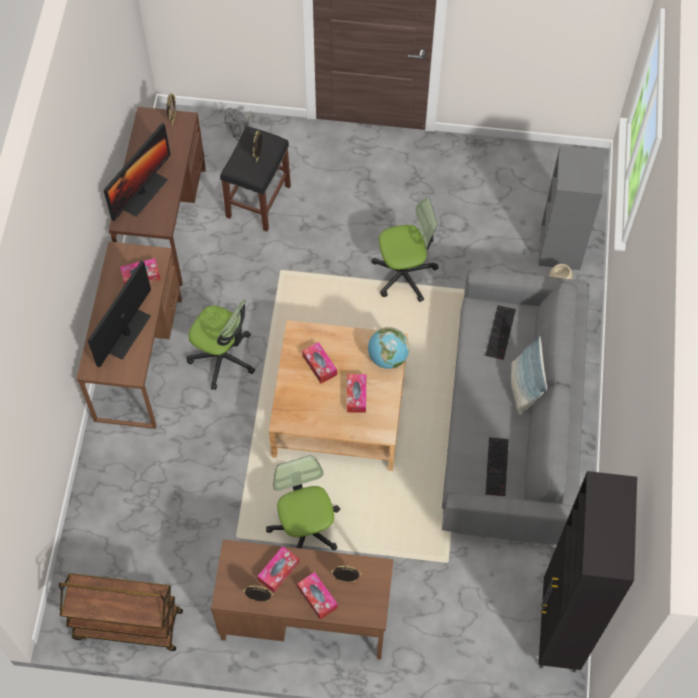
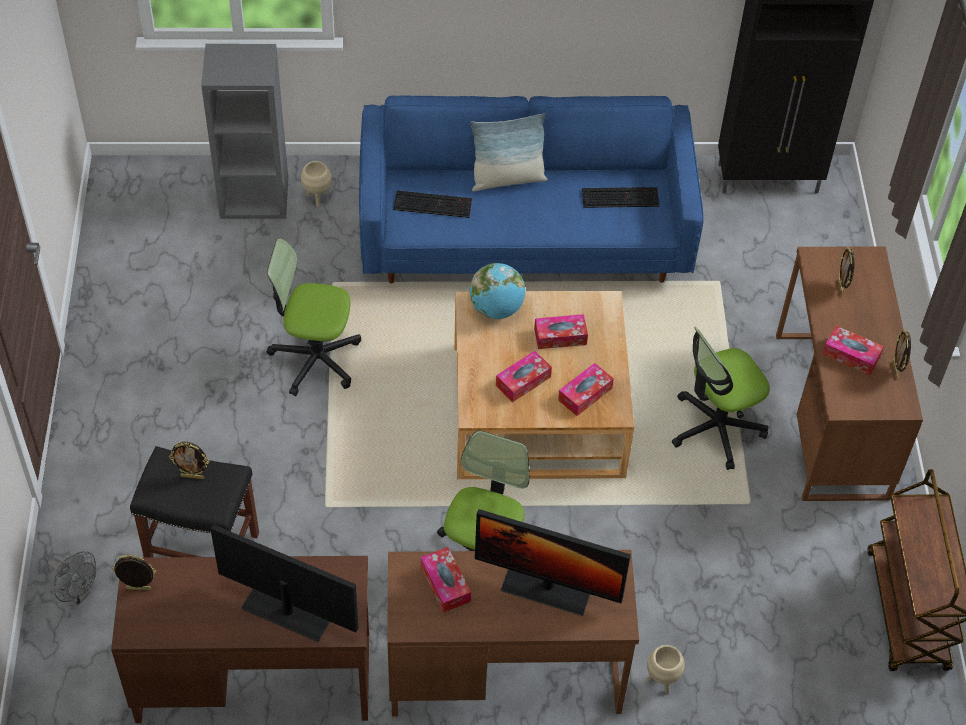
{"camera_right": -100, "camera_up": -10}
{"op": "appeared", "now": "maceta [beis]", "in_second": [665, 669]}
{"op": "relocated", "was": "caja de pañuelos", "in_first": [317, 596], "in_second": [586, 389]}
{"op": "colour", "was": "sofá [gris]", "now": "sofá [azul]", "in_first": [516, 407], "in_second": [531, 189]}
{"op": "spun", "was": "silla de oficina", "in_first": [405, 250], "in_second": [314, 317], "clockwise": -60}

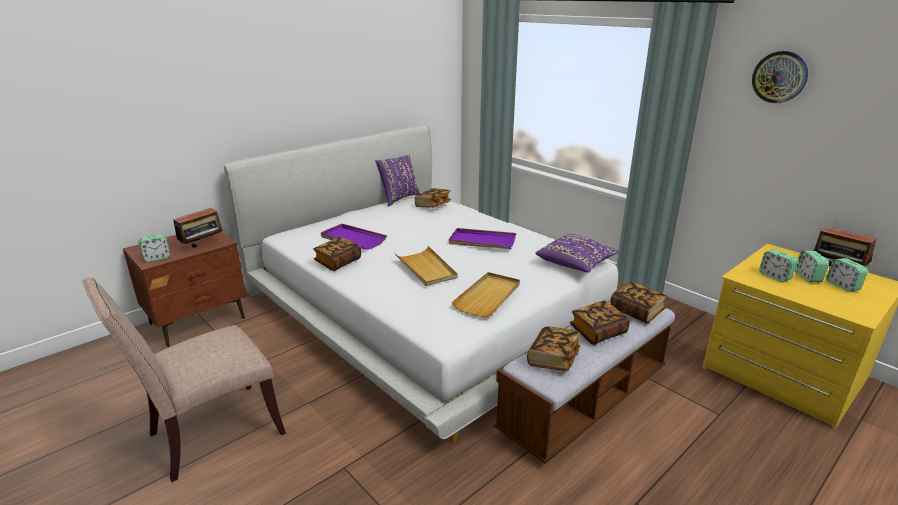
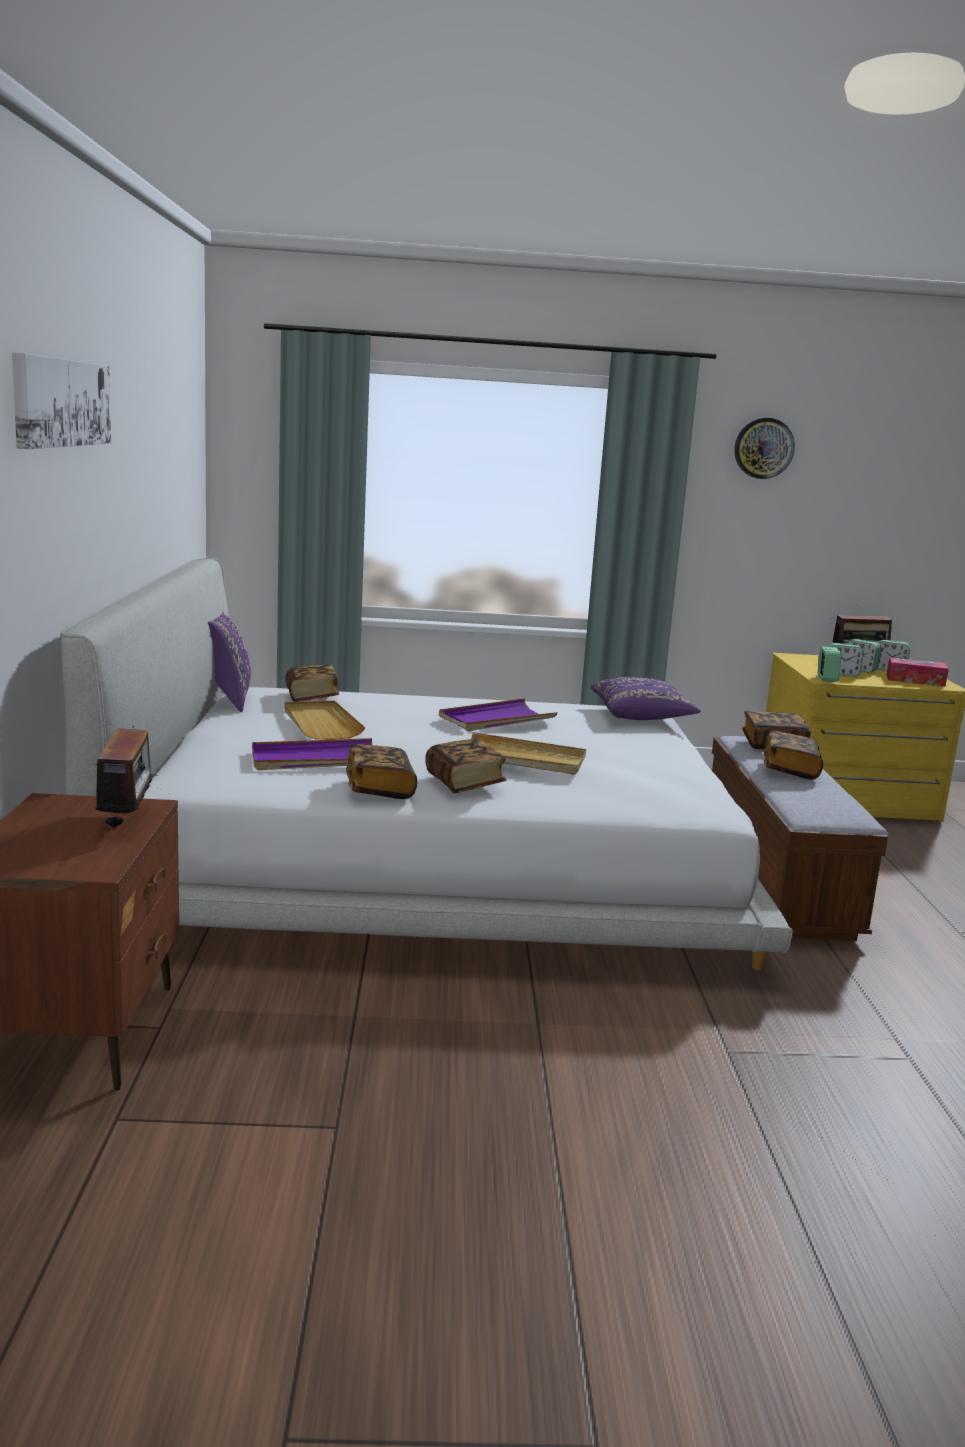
{"camera_right": -50, "camera_up": -10}
{"op": "missing", "was": "silla [beis]", "in_first": [184, 380]}
{"op": "appeared", "now": "cuadro", "in_second": [61, 401]}
{"op": "appeared", "now": "caja de pañuelos", "in_second": [917, 672]}
{"op": "relocated", "was": "despertador", "in_first": [155, 248], "in_second": [829, 664]}
{"op": "relocated", "was": "bandeja [beis]", "in_first": [486, 294], "in_second": [324, 720]}
{"op": "relocated", "was": "libro", "in_first": [553, 348], "in_second": [465, 766]}

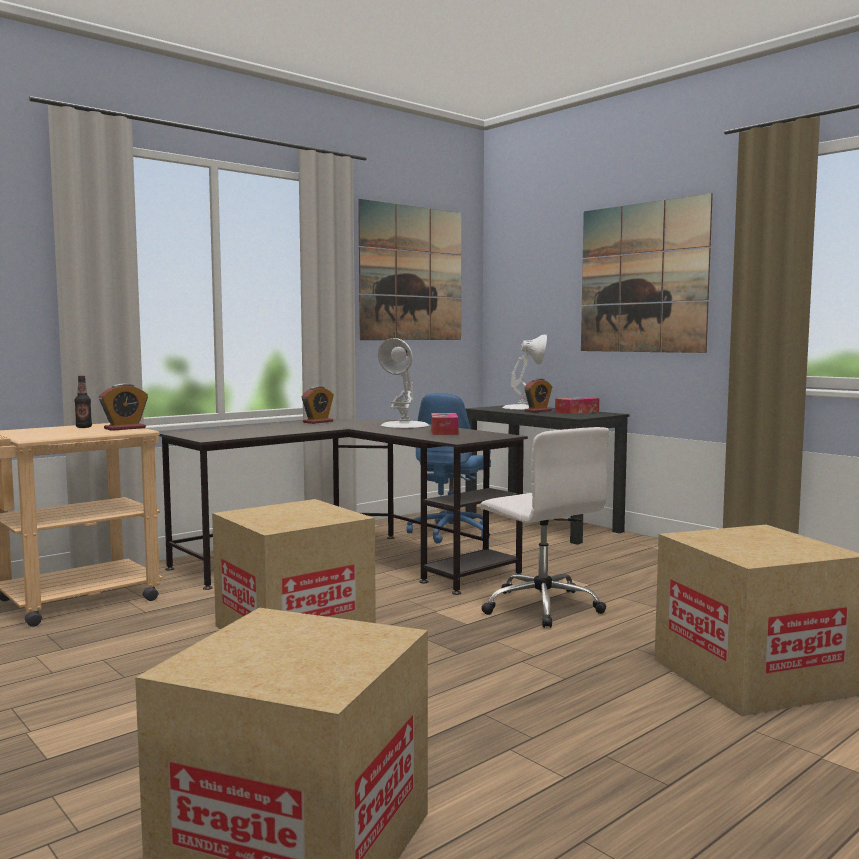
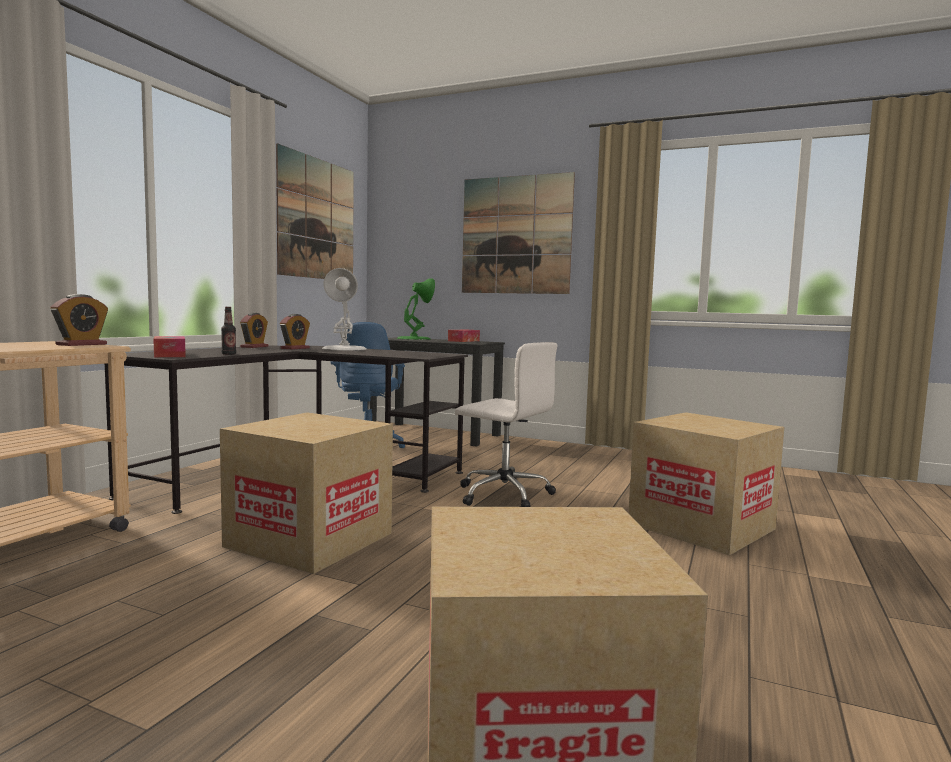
{"camera_right": -25, "camera_up": 0}
{"op": "relocated", "was": "botella", "in_first": [83, 402], "in_second": [228, 331]}
{"op": "relocated", "was": "caja de pañuelos", "in_first": [445, 424], "in_second": [169, 346]}
{"op": "relocated", "was": "despertador", "in_first": [538, 395], "in_second": [295, 331]}
{"op": "colour", "was": "lámpara de mesa [blanco]", "now": "lámpara de mesa [verde]", "in_first": [524, 372], "in_second": [416, 309]}

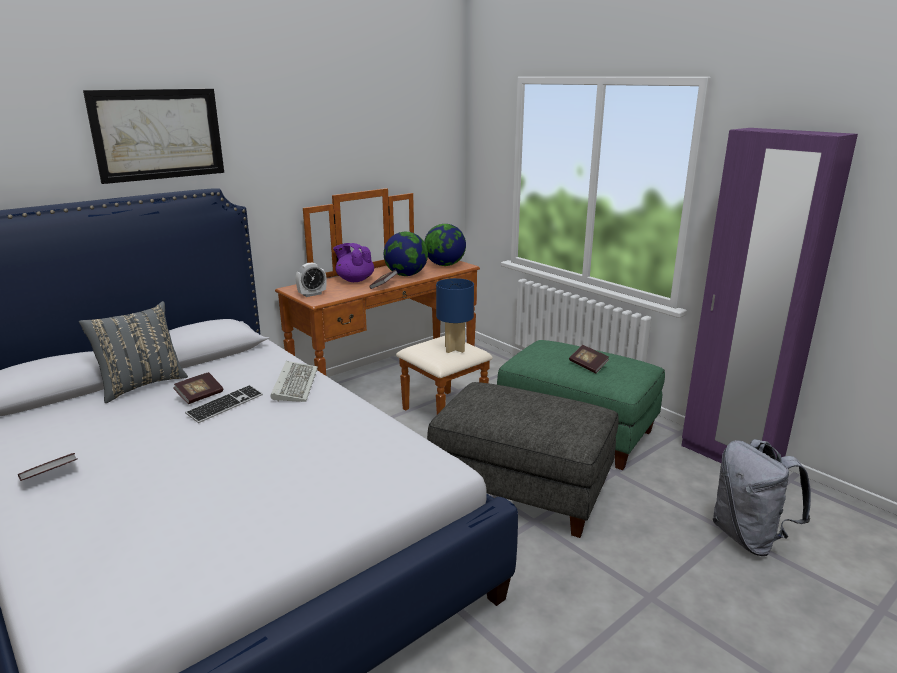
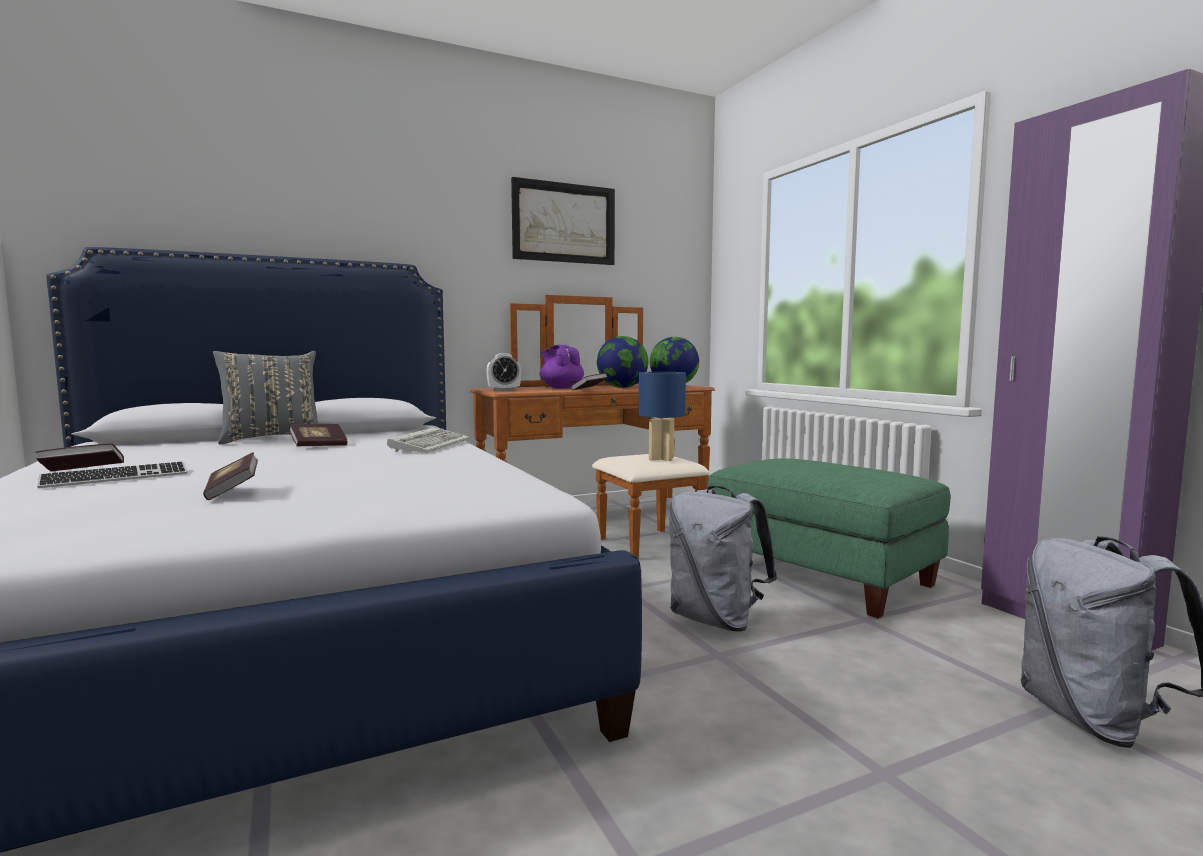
{"camera_right": 15, "camera_up": -15}
{"op": "relocated", "was": "cuadro", "in_first": [153, 136], "in_second": [563, 221]}
{"op": "relocated", "was": "teclado", "in_first": [224, 404], "in_second": [112, 475]}
{"op": "relocated", "was": "libro", "in_first": [589, 359], "in_second": [230, 476]}
{"op": "exchanged", "was": "puf [gris]", "now": "mochila [gris]", "in_first": [523, 460], "in_second": [723, 558]}

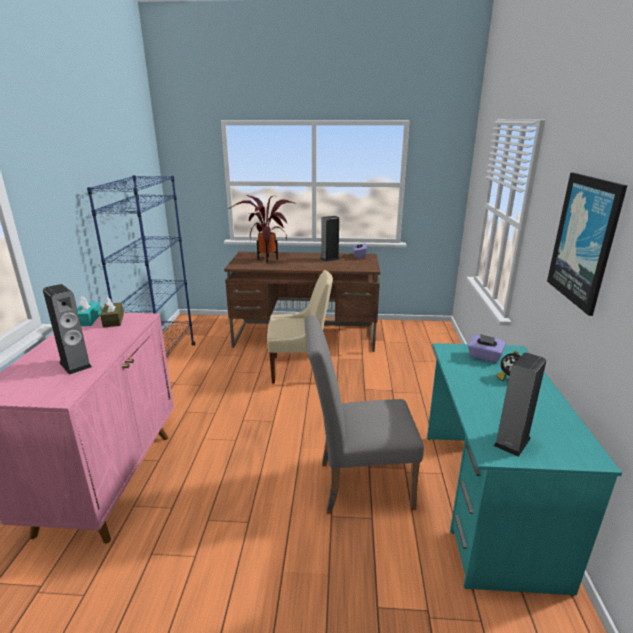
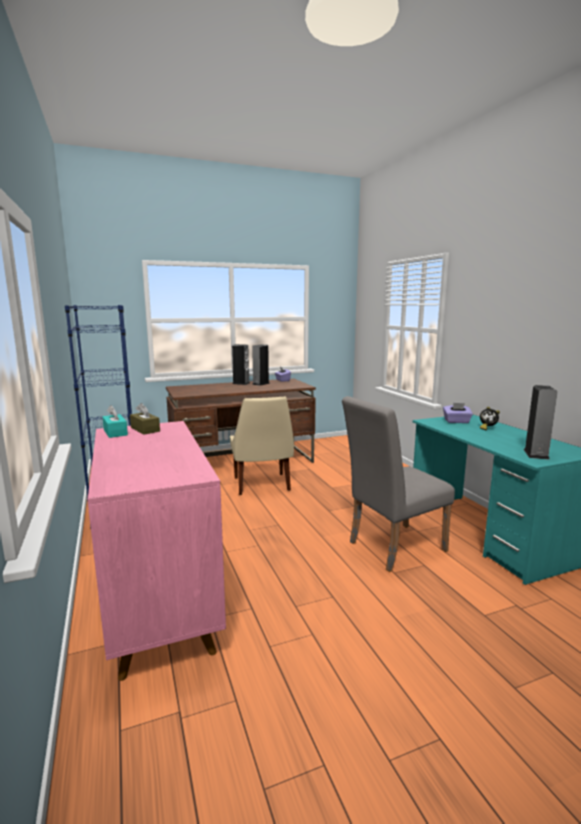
{"camera_right": -25, "camera_up": -10}
{"op": "missing", "was": "planta en maceta", "in_first": [262, 228]}
{"op": "missing", "was": "cuadro", "in_first": [587, 244]}
{"op": "relocated", "was": "altavoz", "in_first": [67, 329], "in_second": [241, 364]}
{"op": "spun", "was": "silla [beis]", "in_first": [300, 327], "in_second": [262, 446], "clockwise": 105}

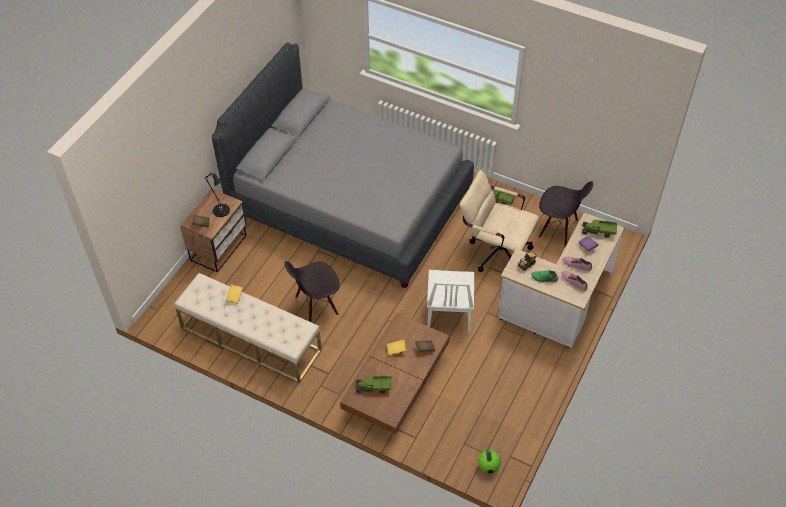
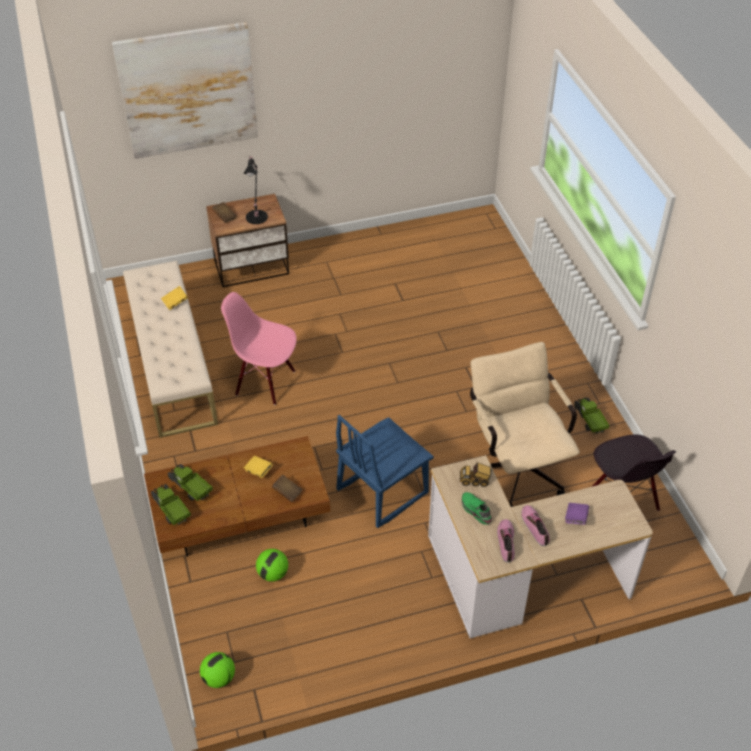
{"camera_right": 45, "camera_up": -5}
{"op": "missing", "was": "cama [gris]", "in_first": [343, 165]}
{"op": "appeared", "now": "cuadro", "in_second": [185, 90]}
{"op": "appeared", "now": "balón de fútbol", "in_second": [272, 565]}
{"op": "relocated", "was": "camión de juguete", "in_first": [599, 229], "in_second": [171, 505]}
{"op": "colour", "was": "silla [negro]", "now": "silla [rosa]", "in_first": [312, 291], "in_second": [259, 348]}
{"op": "colour", "was": "silla [blanco]", "now": "silla [azul]", "in_first": [450, 302], "in_second": [385, 471]}

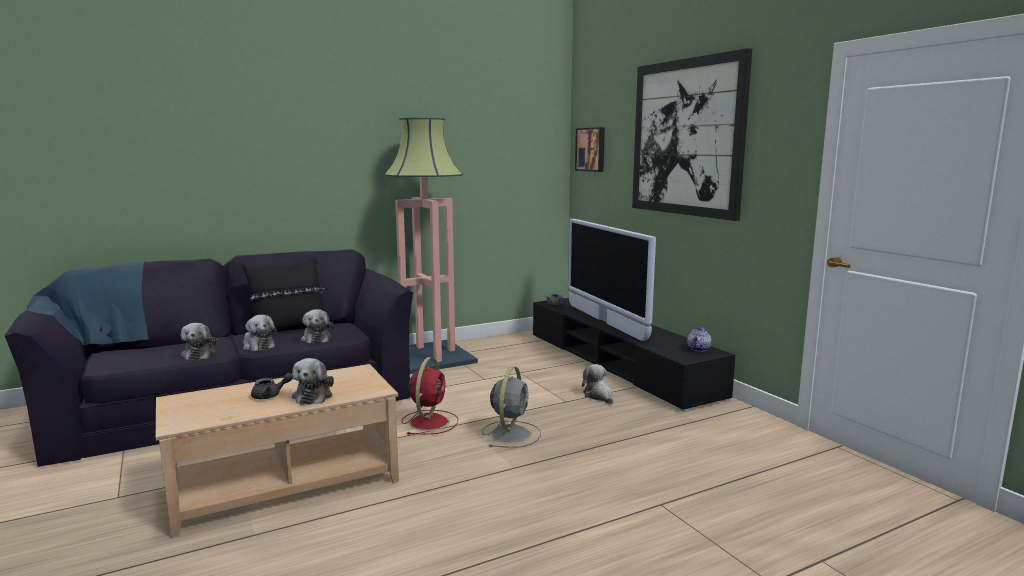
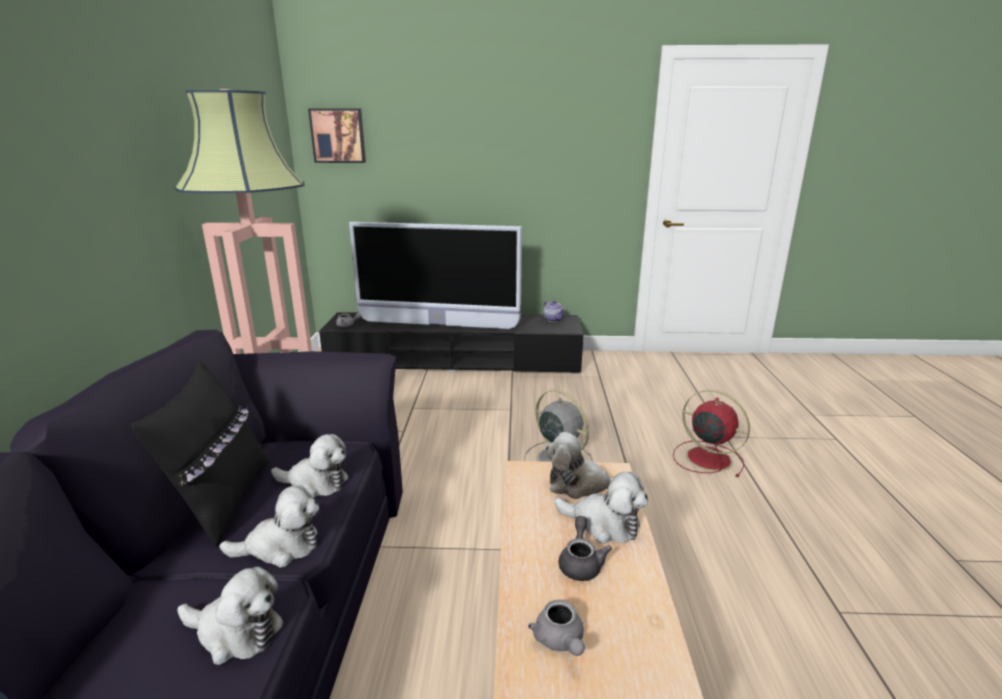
{"camera_right": -60, "camera_up": 10}
{"op": "missing", "was": "cuadro", "in_first": [692, 134]}
{"op": "appeared", "now": "tetera [gris]", "in_second": [556, 628]}
{"op": "relocated", "was": "ventilador [rojo]", "in_first": [430, 396], "in_second": [711, 433]}
{"op": "relocated", "was": "peluche", "in_first": [597, 384], "in_second": [579, 465]}

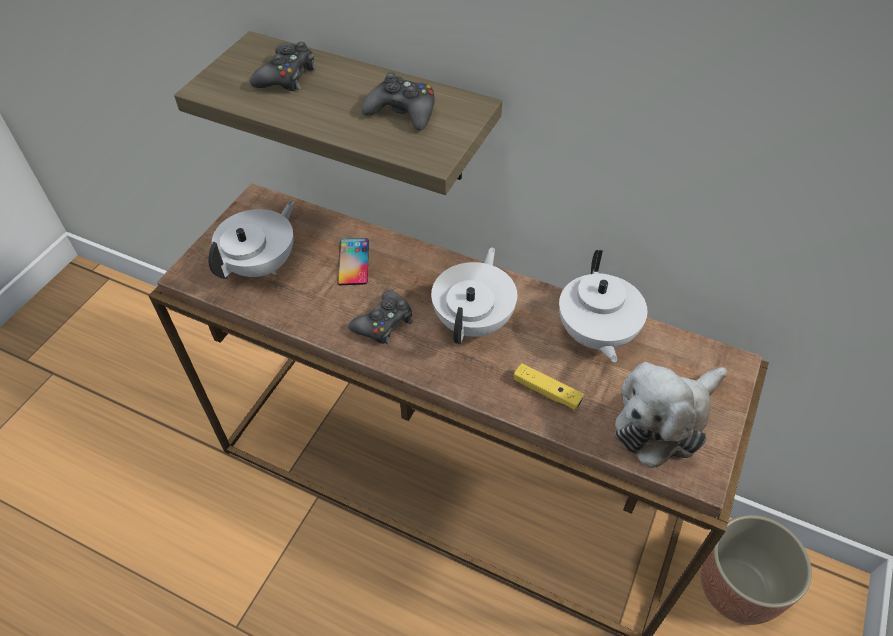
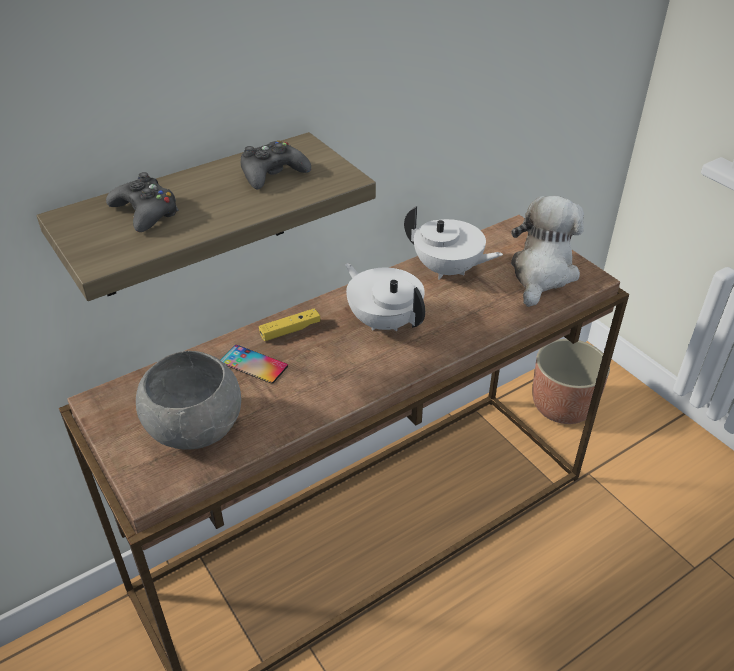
{"camera_right": -60, "camera_up": -10}
{"op": "missing", "was": "mando de consola [negro]", "in_first": [380, 317]}
{"op": "relocated", "was": "mando de consola [amarillo]", "in_first": [548, 386], "in_second": [290, 324]}
{"op": "exchanged", "was": "tetera [blanco]", "now": "cuenco [gris]", "in_first": [251, 239], "in_second": [188, 400]}
{"op": "spun", "was": "peluche", "in_first": [671, 415], "in_second": [547, 251], "clockwise": -150}

